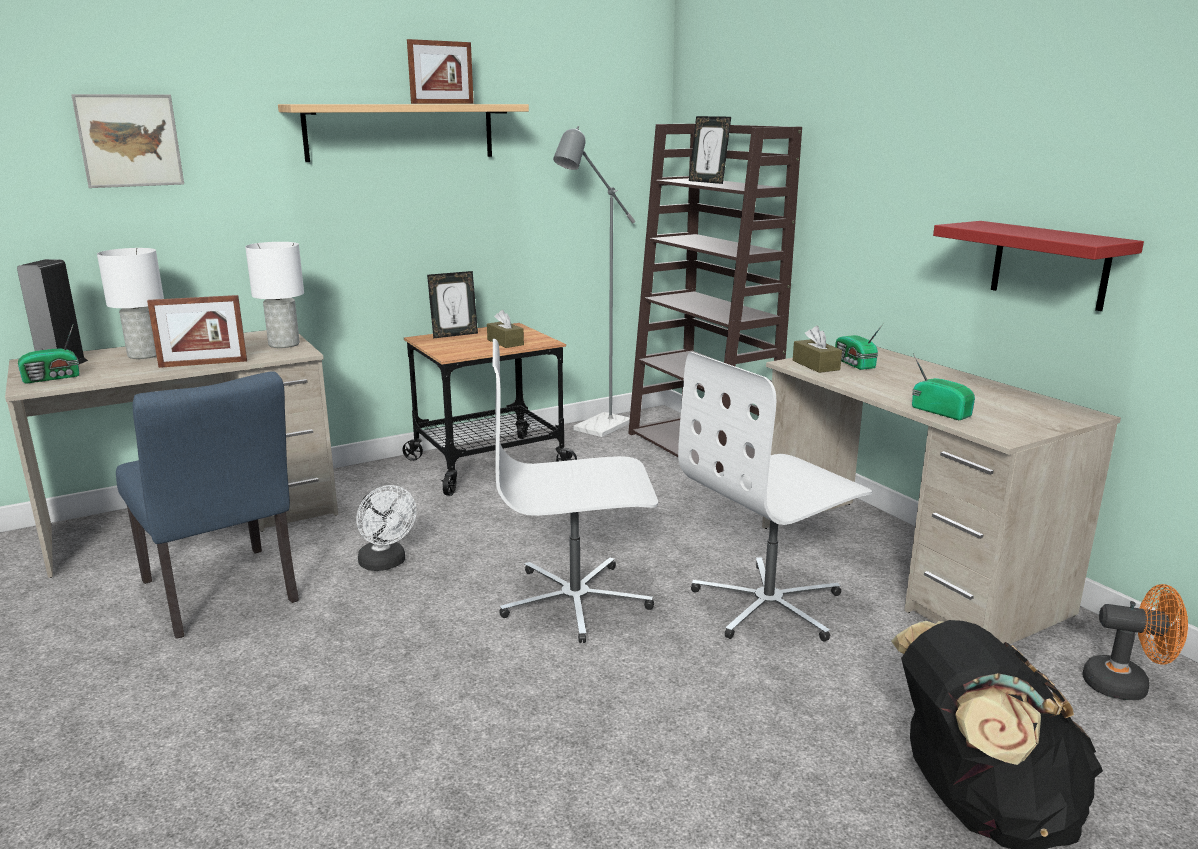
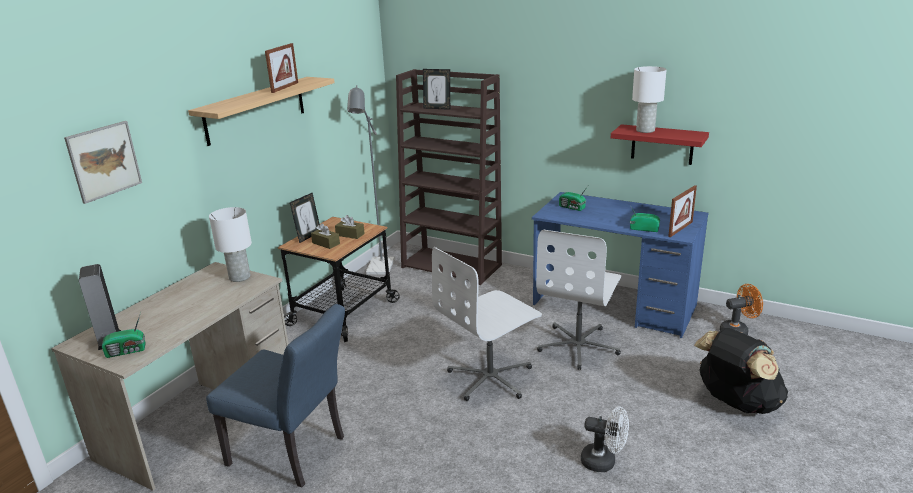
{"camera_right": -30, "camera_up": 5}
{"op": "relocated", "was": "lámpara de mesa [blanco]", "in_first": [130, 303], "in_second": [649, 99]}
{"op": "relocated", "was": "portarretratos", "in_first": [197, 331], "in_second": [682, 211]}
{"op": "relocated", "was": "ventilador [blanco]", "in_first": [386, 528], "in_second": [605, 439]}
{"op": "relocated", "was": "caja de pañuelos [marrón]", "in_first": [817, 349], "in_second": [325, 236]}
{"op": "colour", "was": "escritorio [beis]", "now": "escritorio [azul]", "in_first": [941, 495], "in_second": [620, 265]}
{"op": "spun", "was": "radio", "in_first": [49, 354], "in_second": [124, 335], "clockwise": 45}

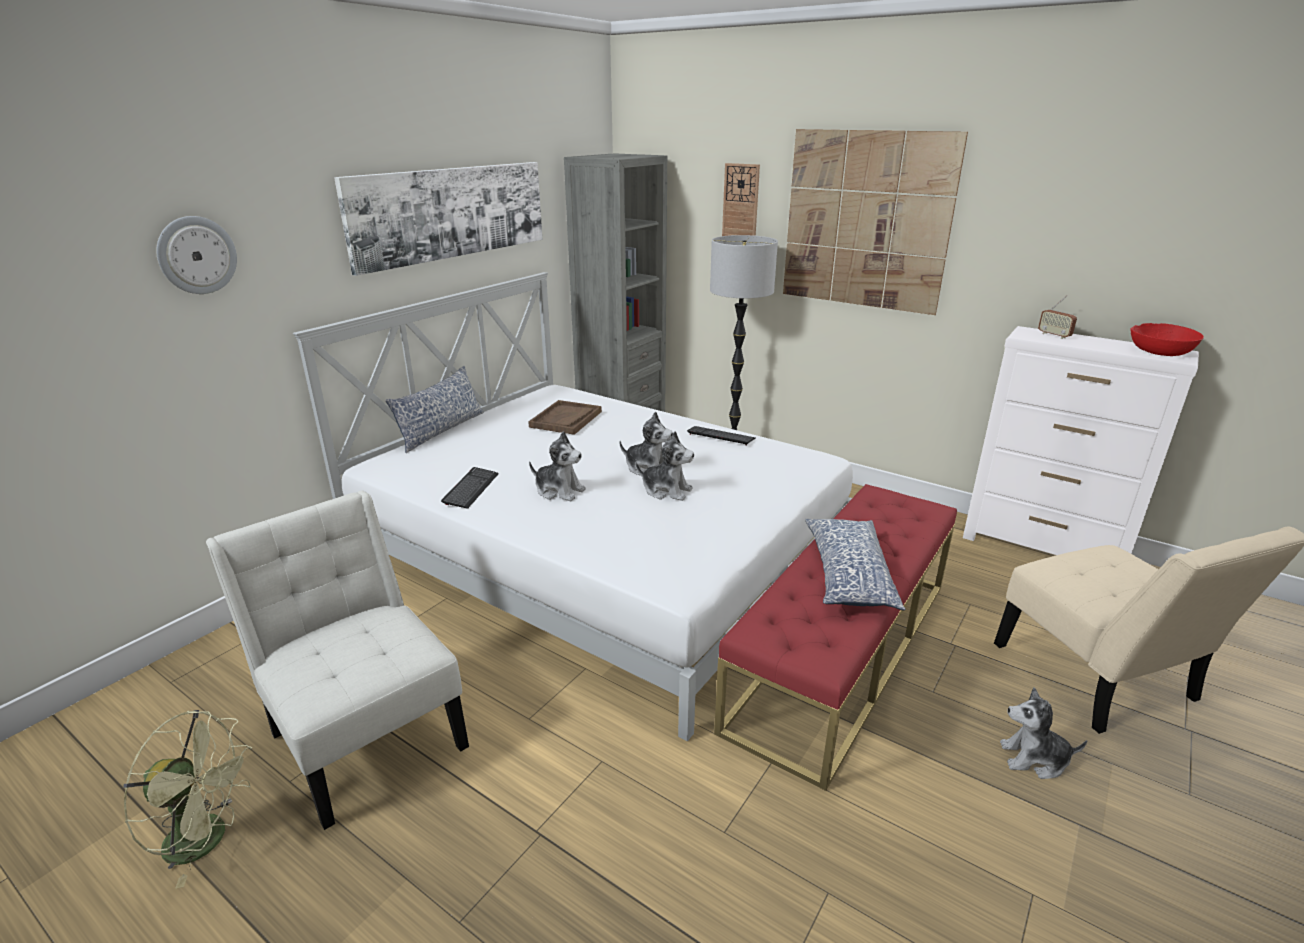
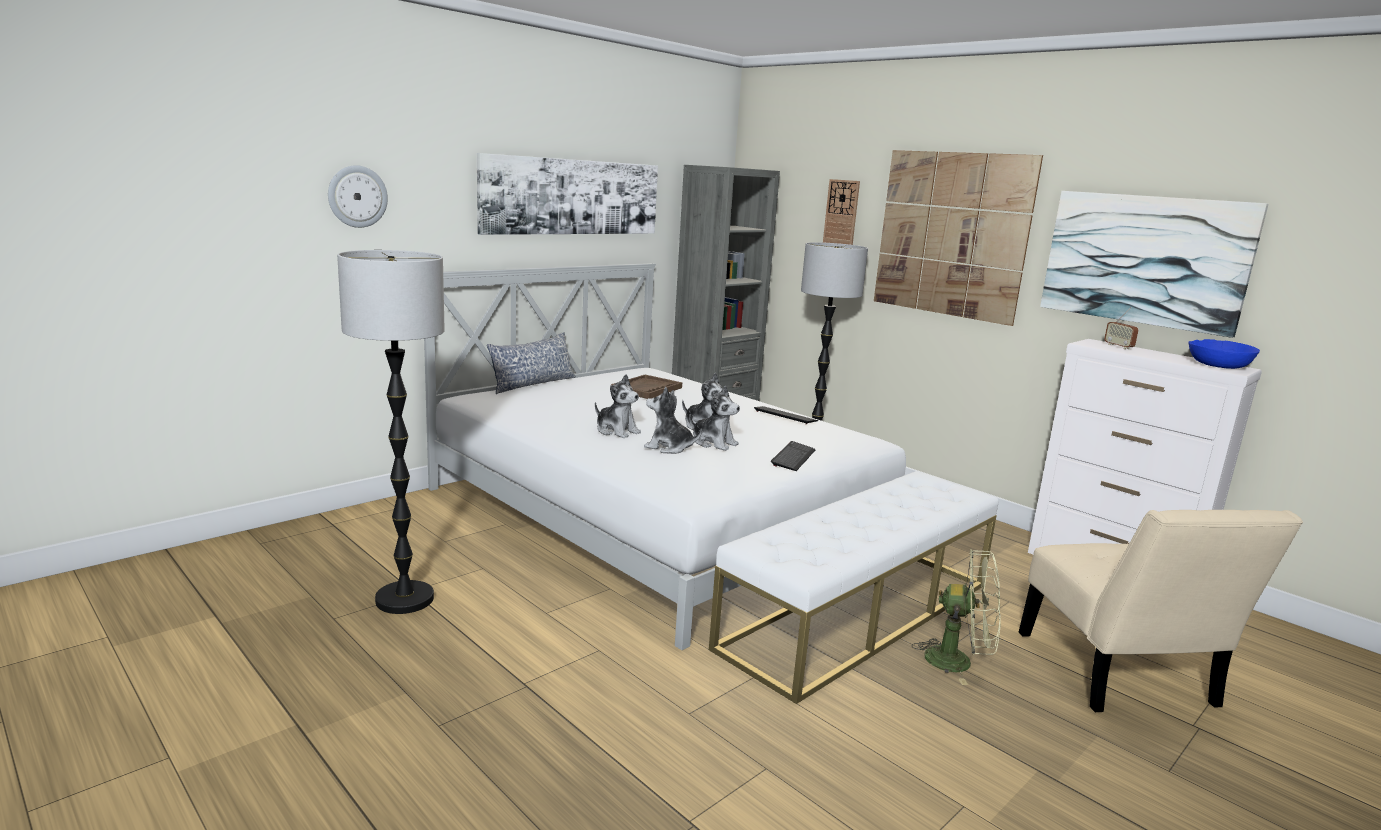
{"camera_right": 10, "camera_up": -10}
{"op": "missing", "was": "cojín", "in_first": [855, 564]}
{"op": "appeared", "now": "cuadro", "in_second": [1154, 264]}
{"op": "relocated", "was": "ventilador [verde]", "in_first": [187, 799], "in_second": [956, 617]}
{"op": "relocated", "was": "teclado", "in_first": [470, 488], "in_second": [793, 456]}
{"op": "relocated", "was": "peluche", "in_first": [1043, 733], "in_second": [673, 420]}
{"op": "exchanged", "was": "silla [blanco]", "now": "lámpara de pie", "in_first": [337, 660], "in_second": [391, 432]}
{"op": "colour", "was": "banco [rojo]", "now": "banco [blanco]", "in_first": [835, 637], "in_second": [854, 587]}
{"op": "colour", "was": "cuenco [rojo]", "now": "cuenco [azul]", "in_first": [1167, 339], "in_second": [1224, 354]}

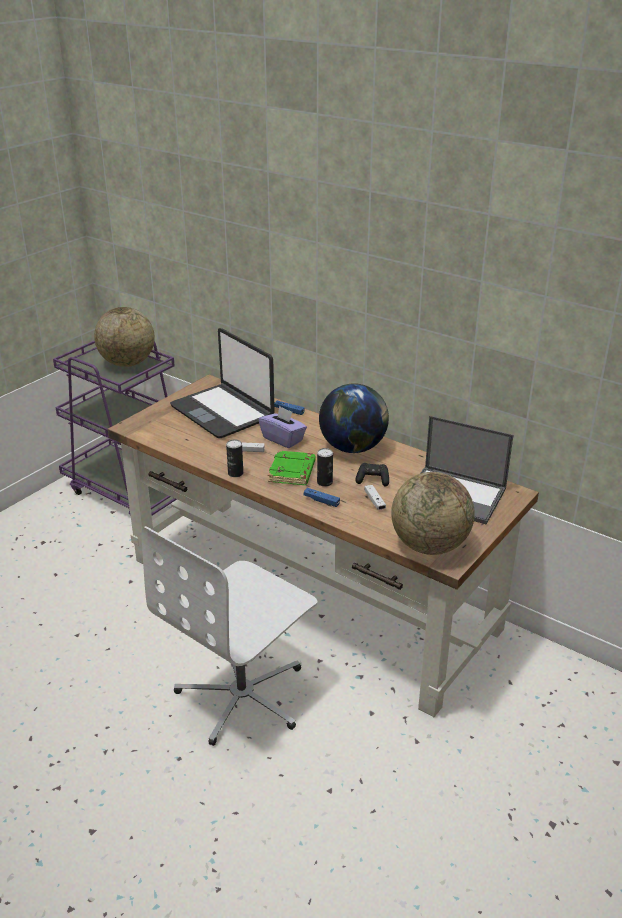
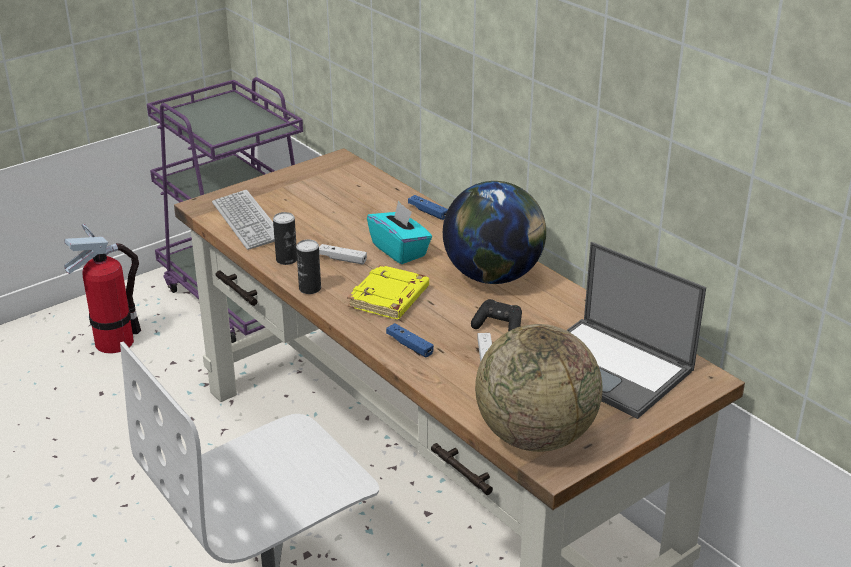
{"camera_right": 15, "camera_up": 0}
{"op": "missing", "was": "globo terráqueo", "in_first": [124, 337]}
{"op": "missing", "was": "portátil", "in_first": [222, 383]}
{"op": "appeared", "now": "extintor", "in_second": [102, 289]}
{"op": "appeared", "now": "teclado", "in_second": [243, 220]}
{"op": "relocated", "was": "lata", "in_first": [325, 467], "in_second": [285, 238]}
{"op": "colour", "was": "caja de pañuelos [morado]", "now": "caja de pañuelos [turquesa]", "in_first": [283, 427], "in_second": [399, 232]}
{"op": "colour", "was": "libro [verde]", "now": "libro [amarillo]", "in_first": [292, 467], "in_second": [388, 291]}

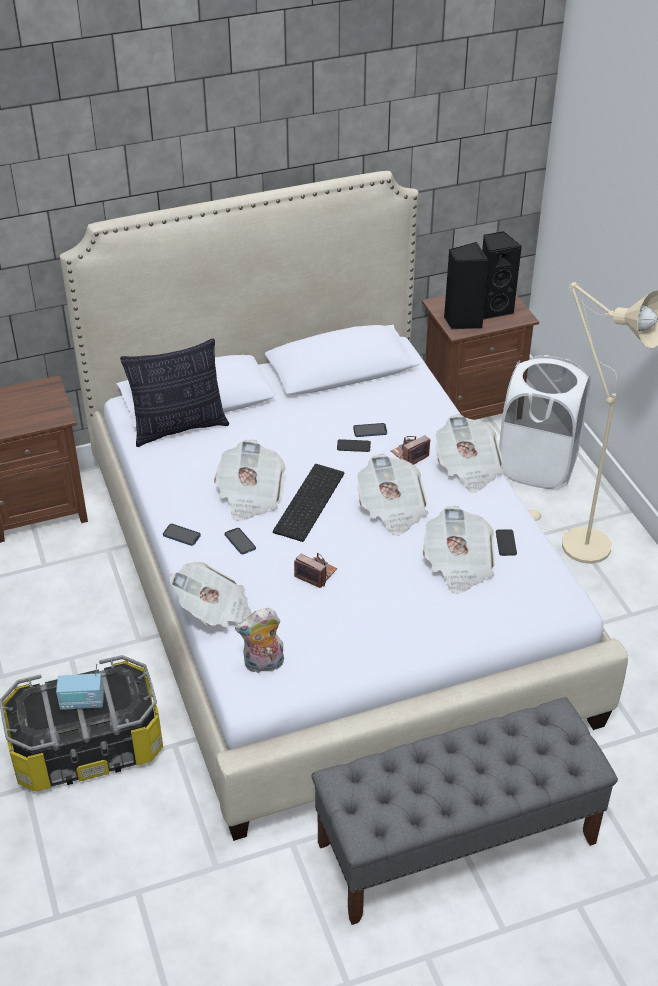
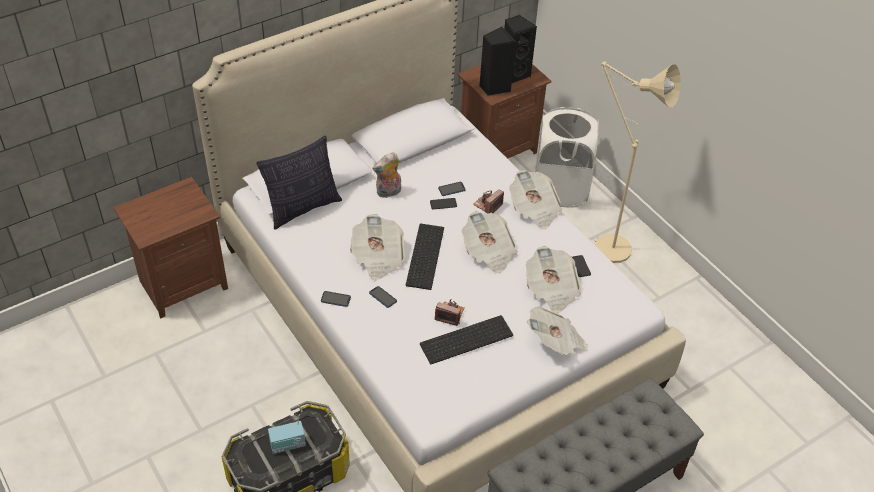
{"camera_right": -15, "camera_up": 5}
{"op": "appeared", "now": "teclado", "in_second": [466, 339]}
{"op": "relocated", "was": "periódico", "in_first": [211, 594], "in_second": [557, 331]}
{"op": "relocated", "was": "peluche", "in_first": [259, 641], "in_second": [387, 175]}

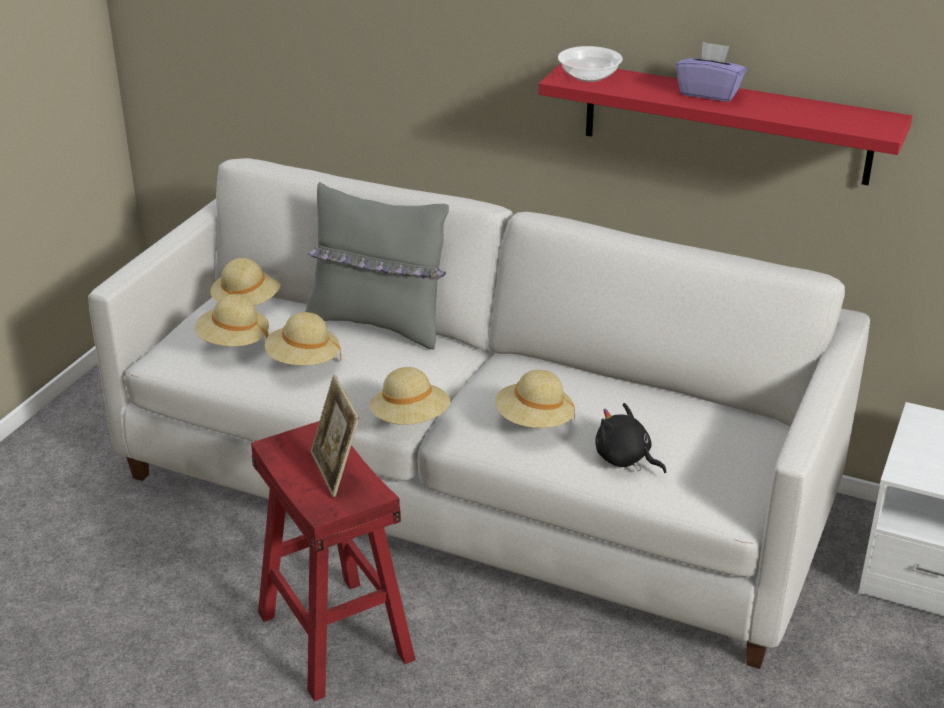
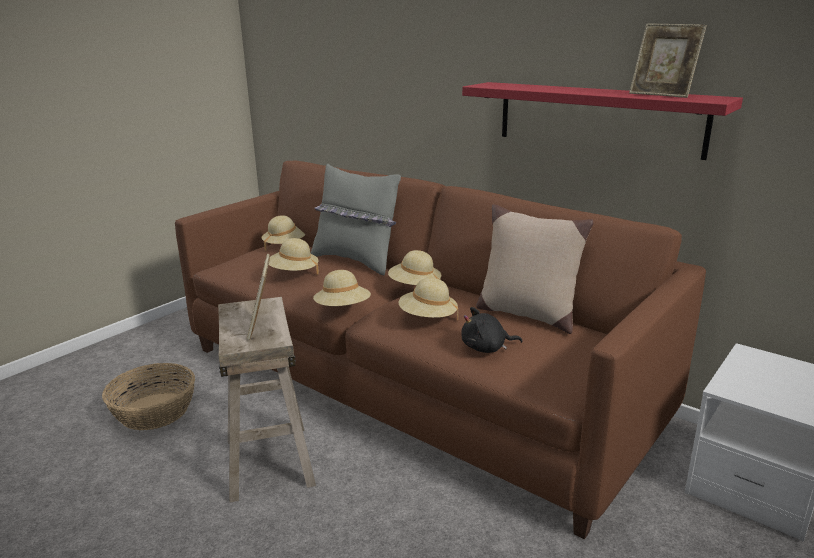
{"camera_right": 15, "camera_up": -10}
{"op": "missing", "was": "cuenco", "in_first": [590, 64]}
{"op": "missing", "was": "caja de pañuelos [morado]", "in_first": [711, 72]}
{"op": "appeared", "now": "cesta", "in_second": [148, 396]}
{"op": "appeared", "now": "cojín [beis]", "in_second": [534, 269]}
{"op": "appeared", "now": "portarretratos", "in_second": [668, 61]}
{"op": "relocated", "was": "sombrero [beis]", "in_first": [232, 320], "in_second": [414, 267]}
{"op": "colour", "was": "sofá [blanco]", "now": "sofá [marrón]", "in_first": [479, 413], "in_second": [440, 350]}
{"op": "colour", "was": "taburete [rojo]", "now": "taburete [beis]", "in_first": [333, 561], "in_second": [267, 400]}
{"op": "spun", "was": "peluche [negro]", "in_first": [630, 438], "in_second": [492, 330], "clockwise": -60}

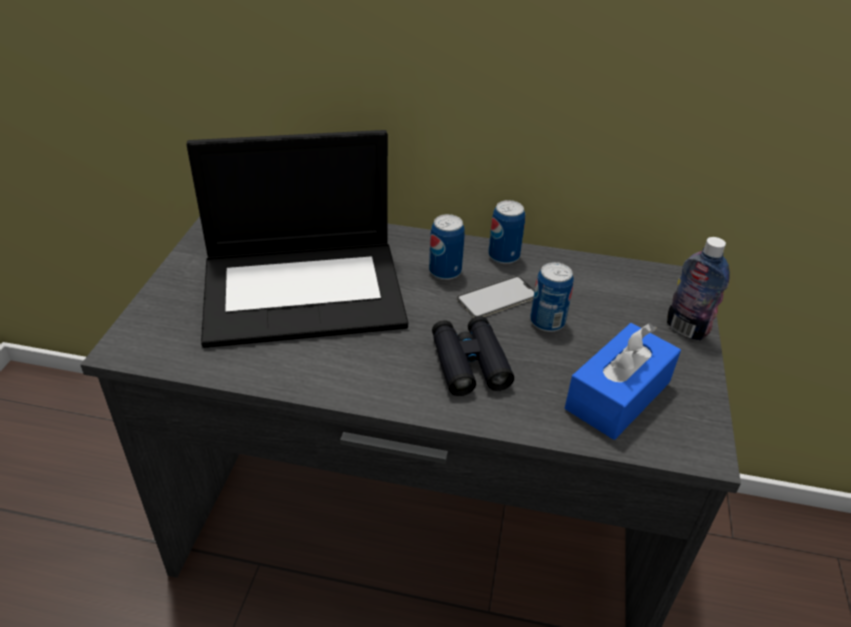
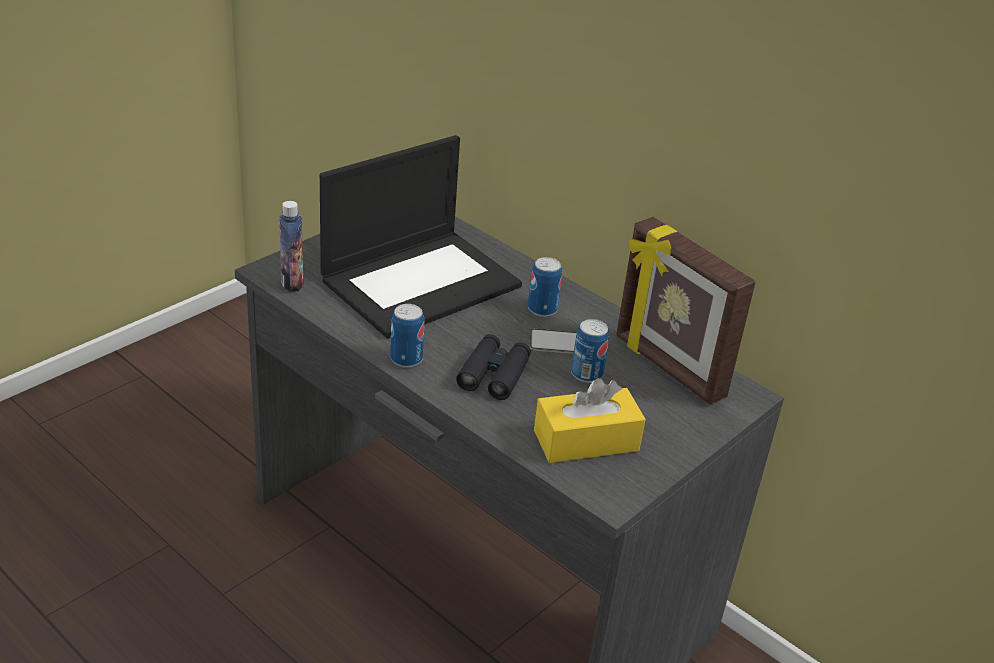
{"camera_right": 30, "camera_up": -5}
{"op": "appeared", "now": "portarretratos", "in_second": [686, 311]}
{"op": "relocated", "was": "lata", "in_first": [506, 232], "in_second": [407, 336]}
{"op": "relocated", "was": "botella", "in_first": [698, 288], "in_second": [291, 246]}
{"op": "colour", "was": "caja de pañuelos [azul]", "now": "caja de pañuelos [amarillo]", "in_first": [623, 381], "in_second": [590, 420]}
{"op": "spun", "was": "portátil", "in_first": [297, 239], "in_second": [421, 236], "clockwise": -60}

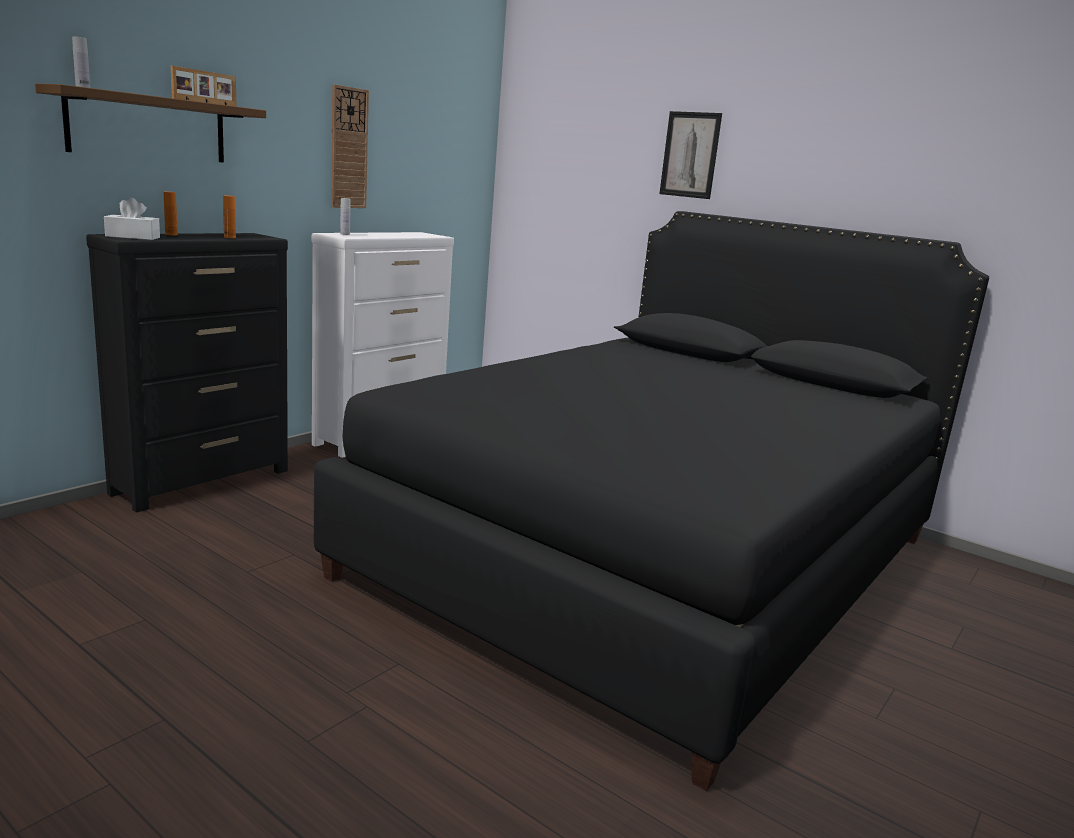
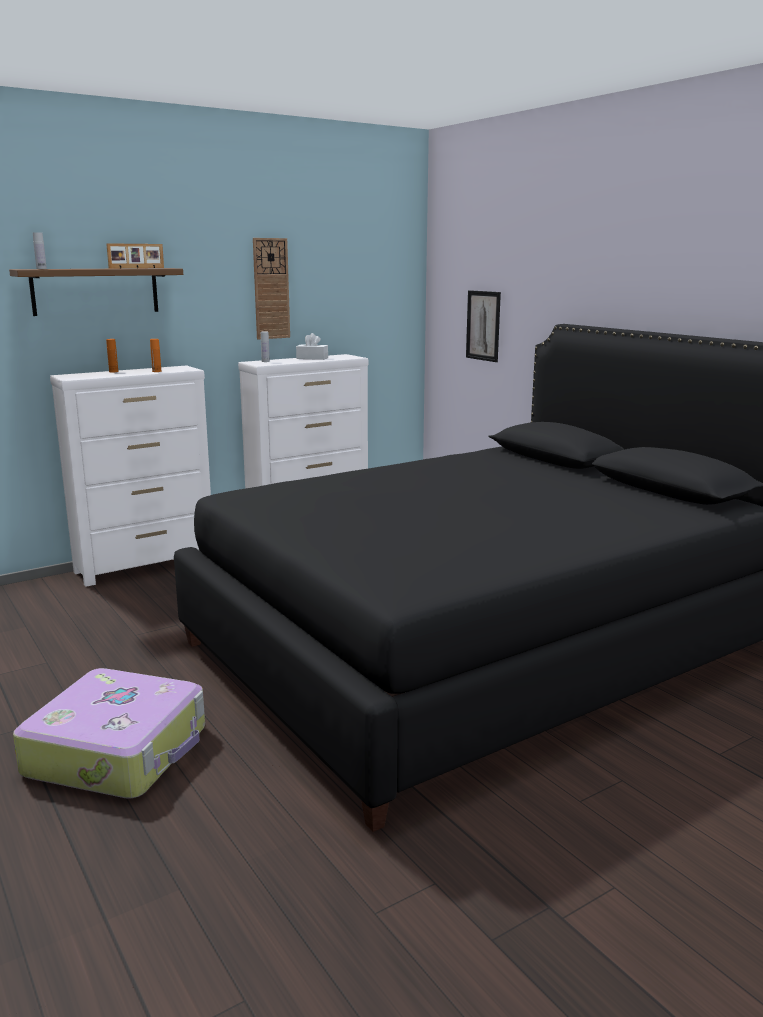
{"camera_right": 20, "camera_up": 0}
{"op": "appeared", "now": "maleta", "in_second": [109, 733]}
{"op": "relocated", "was": "caja de pañuelos [blanco]", "in_first": [132, 218], "in_second": [312, 346]}
{"op": "relocated", "was": "cuadro", "in_first": [690, 155], "in_second": [483, 326]}
{"op": "colour", "was": "cómoda [negro]", "now": "cómoda [blanco]", "in_first": [187, 372], "in_second": [130, 476]}

